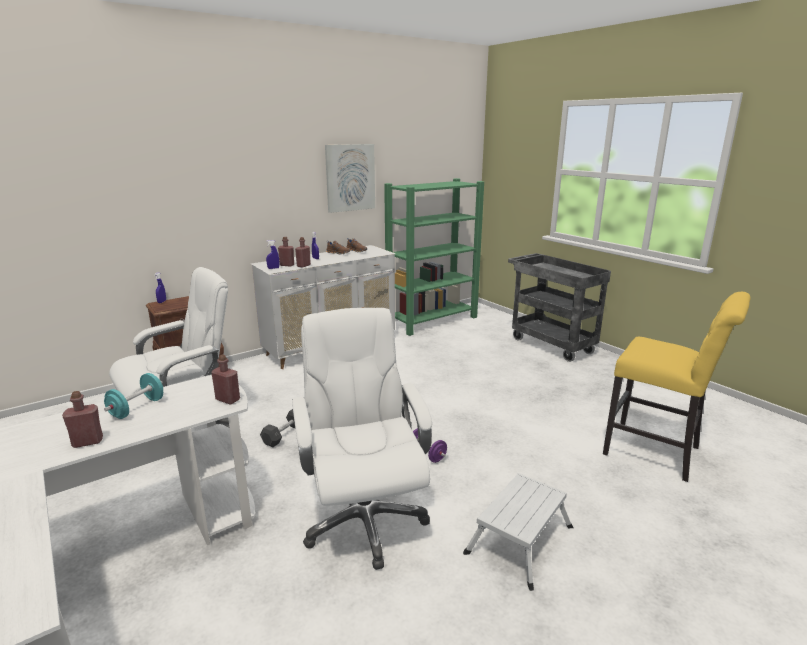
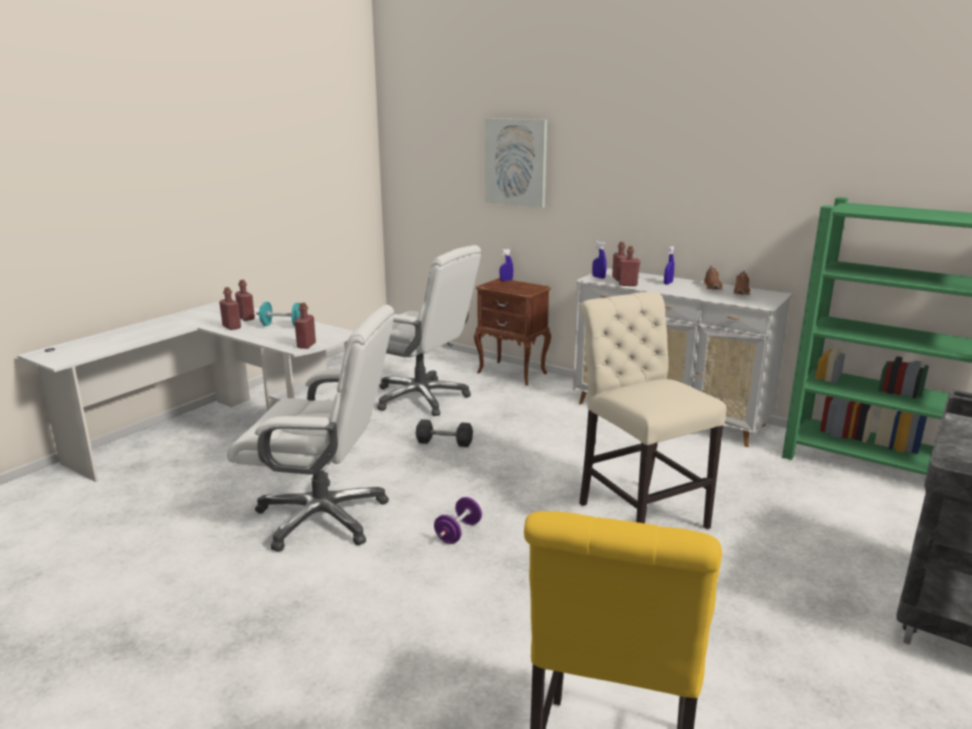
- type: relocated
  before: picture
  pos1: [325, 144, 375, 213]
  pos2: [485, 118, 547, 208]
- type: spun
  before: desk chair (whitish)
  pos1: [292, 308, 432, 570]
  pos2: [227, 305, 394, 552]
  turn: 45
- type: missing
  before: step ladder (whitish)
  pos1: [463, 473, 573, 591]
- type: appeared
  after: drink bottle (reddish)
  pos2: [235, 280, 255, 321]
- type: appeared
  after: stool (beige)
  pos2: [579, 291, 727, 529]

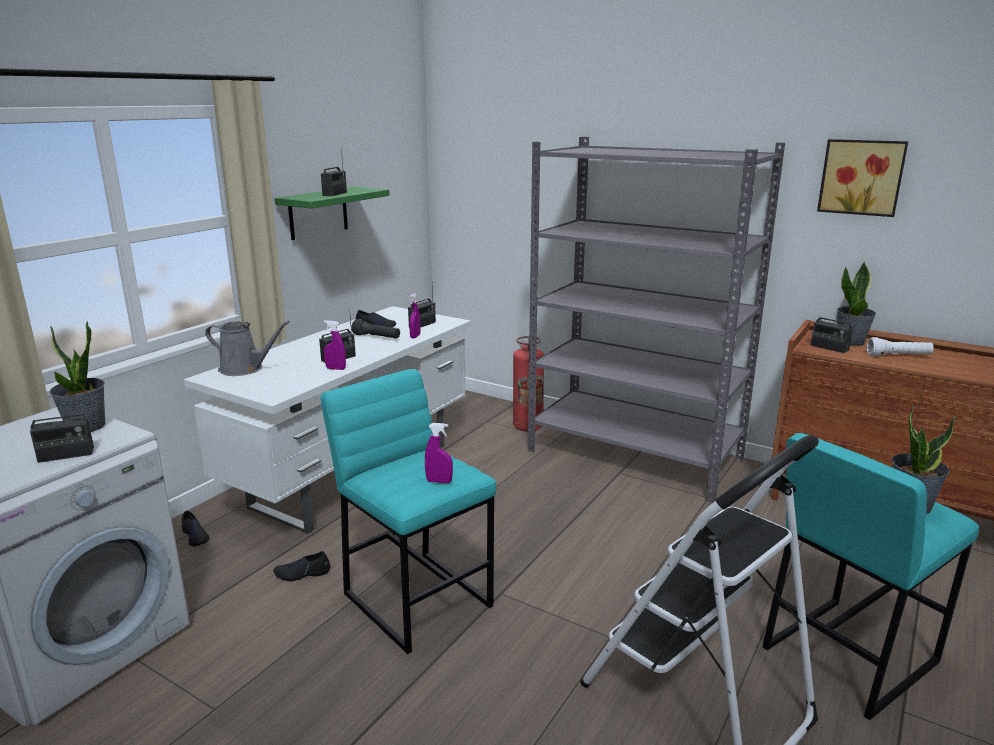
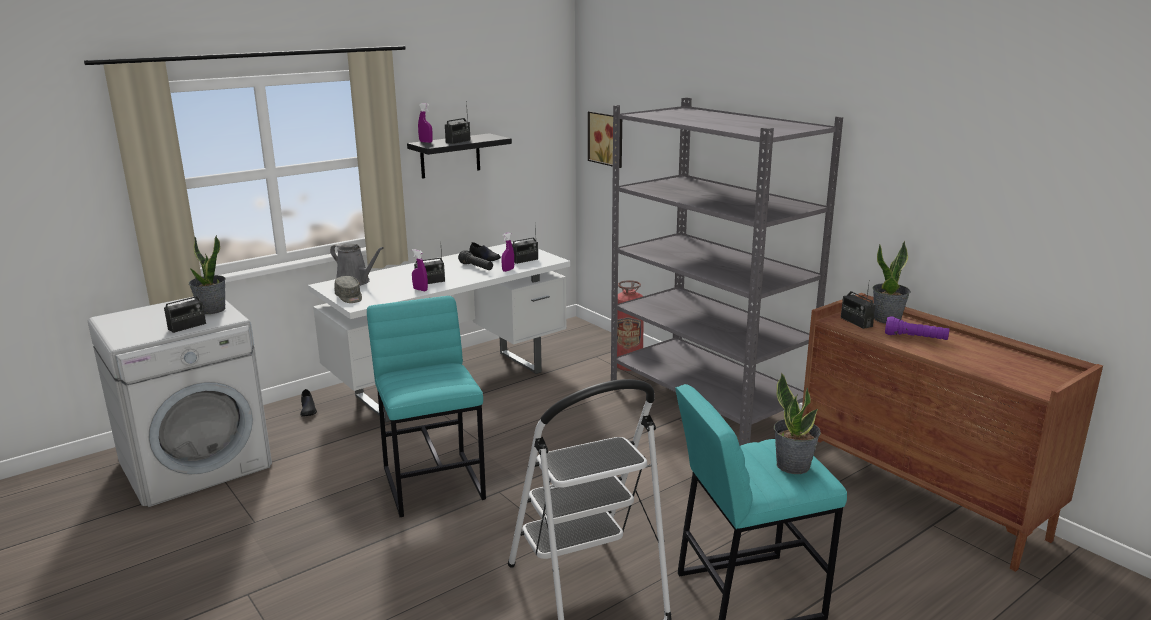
- type: relocated
  before: picture
  pos1: [817, 139, 908, 217]
  pos2: [588, 111, 622, 168]
- type: colour
  before: bracket shelf (green-coloured)
  after: bracket shelf (black)
  pos1: [275, 187, 390, 240]
  pos2: [407, 133, 512, 179]
- type: colour
  before: torch (whitish)
  after: torch (purple-coloured)
  pos1: [867, 337, 934, 356]
  pos2: [885, 316, 950, 340]
- type: spun
  before: radio
  pos1: [30, 388, 94, 463]
  pos2: [164, 277, 206, 333]
  turn: -45
- type: relocated
  before: hand sprayer (purple-coloured)
  pos1: [425, 423, 453, 483]
  pos2: [418, 103, 433, 143]
- type: missing
  before: item of footwear (black)
  pos1: [273, 551, 331, 581]
- type: appeared
  after: baseball cap (grey)
  pos2: [334, 276, 362, 303]

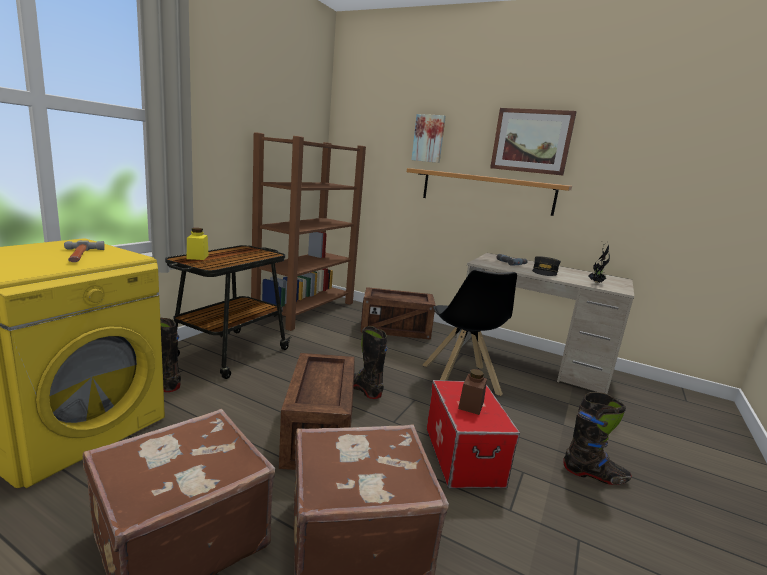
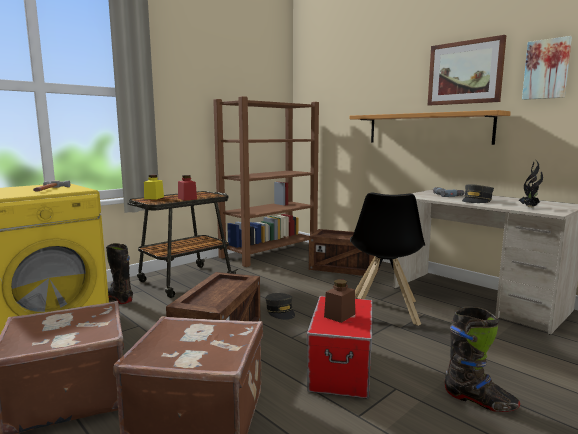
- type: relocated
  before: picture
  pos1: [412, 114, 446, 163]
  pos2: [522, 36, 572, 100]
- type: exchanged
  before: high-top boot (black)
  after: baseball cap (grey)
  pos1: [353, 326, 388, 399]
  pos2: [265, 293, 295, 320]
- type: appeared
  after: preserve jar (reddish)
  pos2: [178, 175, 197, 201]

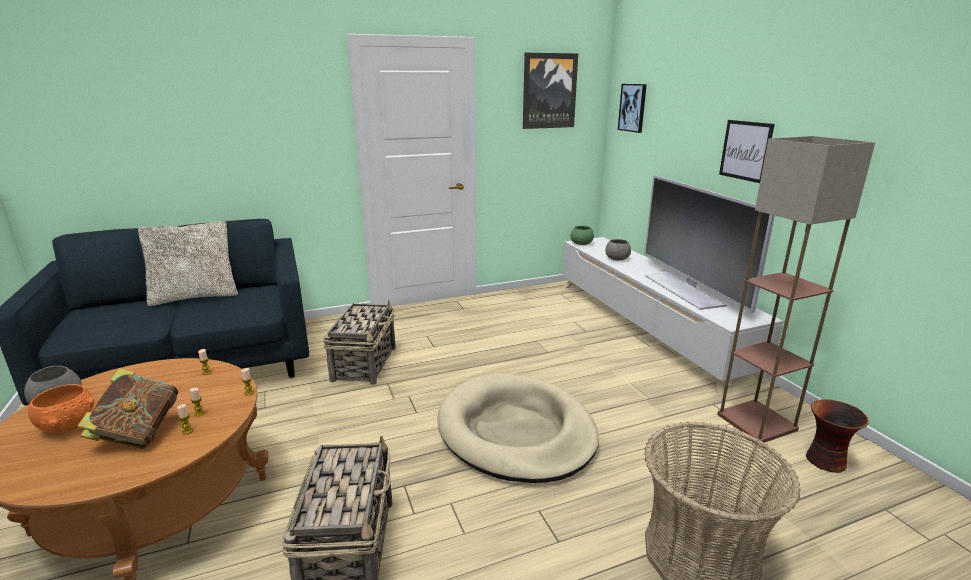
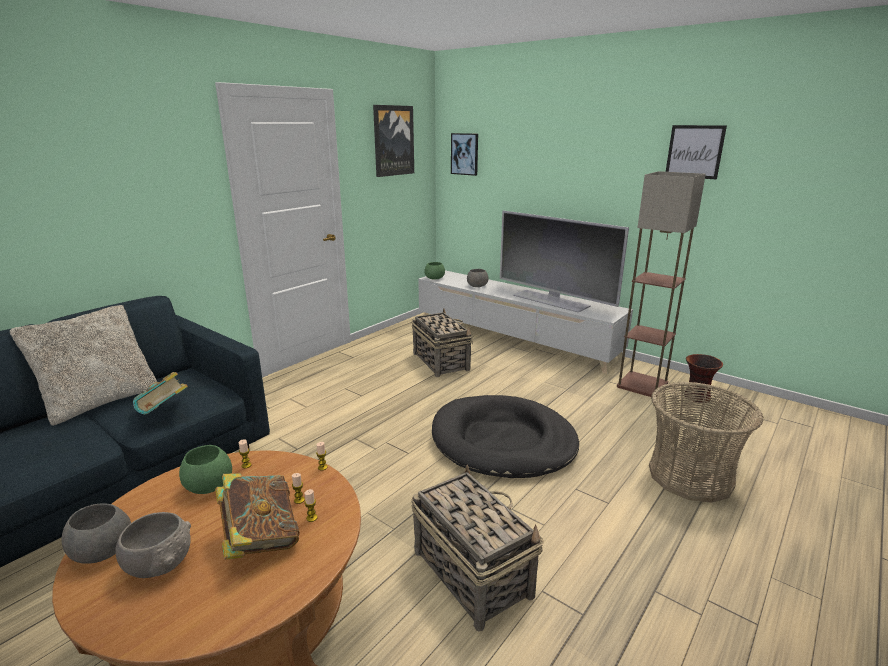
- type: relocated
  before: picture
  pos1: [719, 120, 775, 183]
  pos2: [666, 125, 727, 179]
- type: relocated
  before: storage basket
  pos1: [323, 300, 396, 385]
  pos2: [412, 309, 473, 377]
- type: colour
  before: dog bed (beige)
  after: dog bed (black)
  pos1: [437, 373, 599, 483]
  pos2: [432, 395, 579, 478]
- type: colour
  before: bowl (orange-coloured)
  after: bowl (grey)
  pos1: [28, 384, 95, 433]
  pos2: [115, 512, 191, 578]
- type: appeared
  after: bound book
  pos2: [133, 372, 188, 415]
- type: appeared
  after: bowl (green-coloured)
  pos2: [179, 445, 232, 494]

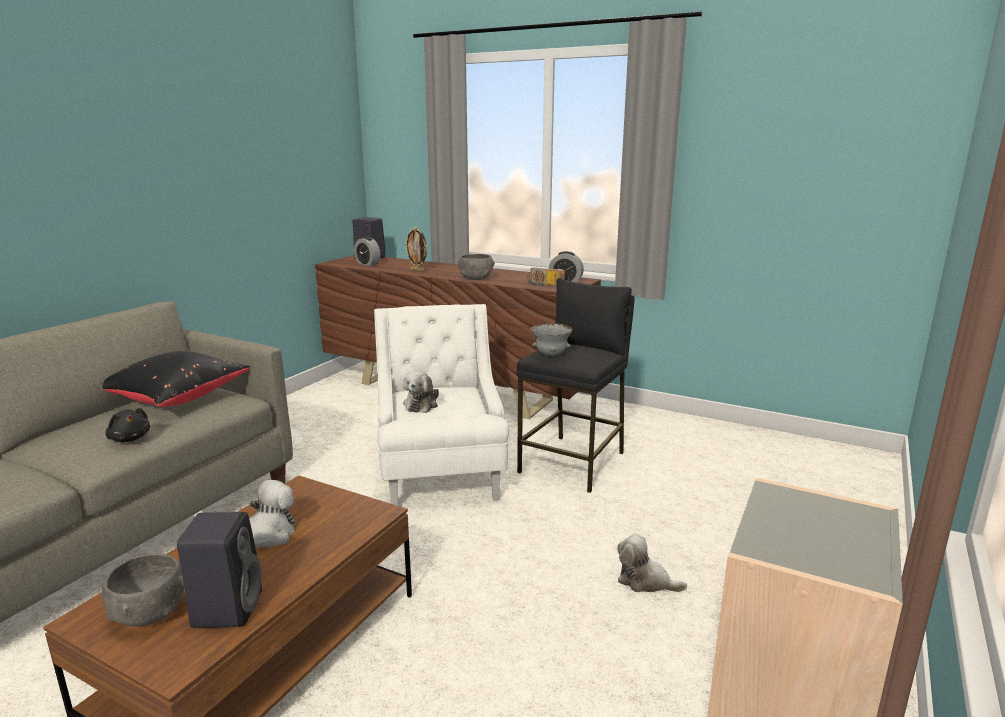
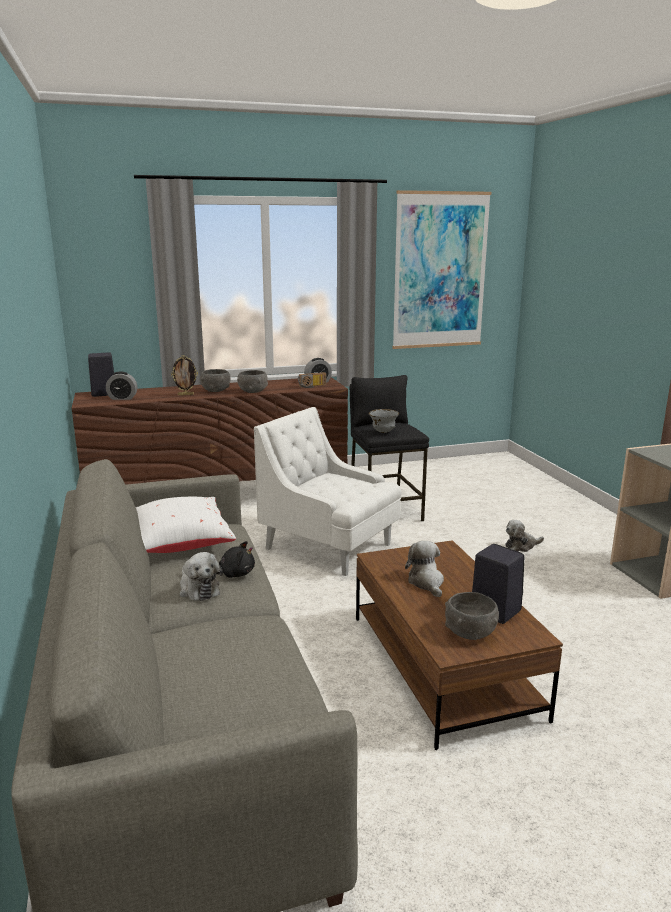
- type: colour
  before: throw pillow (black)
  after: throw pillow (whitish)
  pos1: [103, 351, 251, 407]
  pos2: [136, 497, 236, 553]
- type: relocated
  before: cuddly toy
  pos1: [403, 371, 439, 413]
  pos2: [180, 552, 223, 601]
- type: appeared
  after: picture
  pos2: [392, 190, 491, 349]
- type: appeared
  after: bowl (grey)
  pos2: [200, 369, 231, 392]

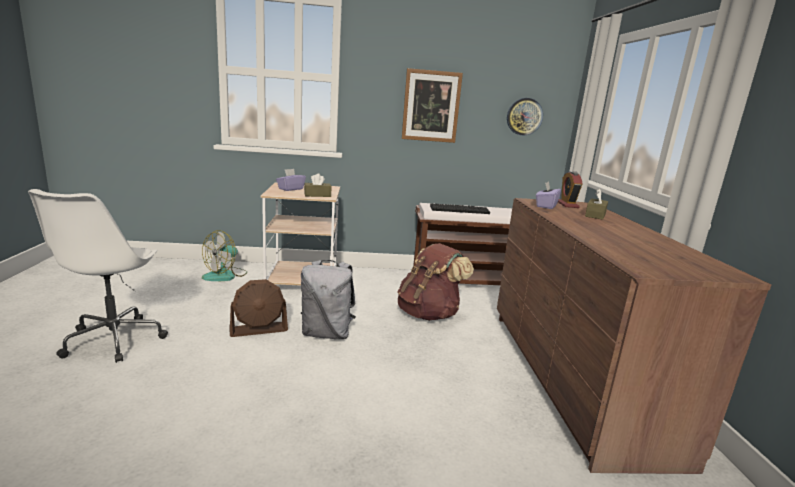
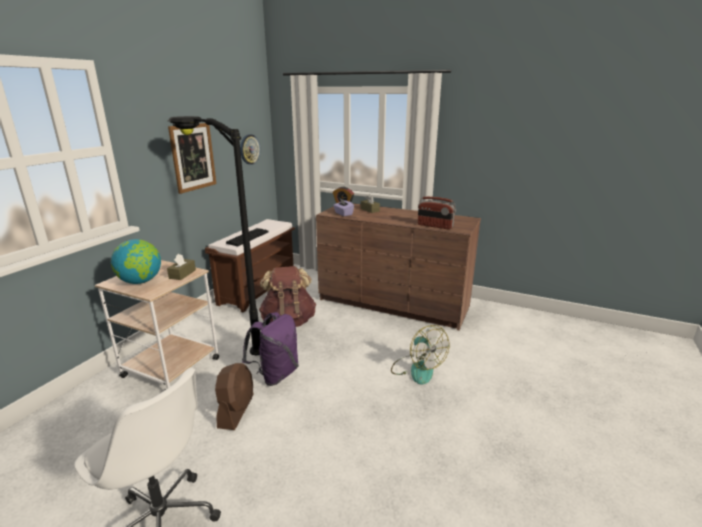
- type: exchanged
  before: box of tissues (purple-coloured)
  after: world globe
  pos1: [276, 169, 306, 191]
  pos2: [111, 239, 161, 284]
- type: relocated
  before: fan
  pos1: [202, 230, 247, 281]
  pos2: [391, 325, 449, 384]
- type: colour
  before: backpack (grey)
  after: backpack (purple-coloured)
  pos1: [301, 260, 356, 339]
  pos2: [242, 312, 299, 386]
- type: appeared
  after: floor lamp (black)
  pos2: [168, 116, 260, 355]
- type: appeared
  after: radio
  pos2: [418, 197, 456, 229]

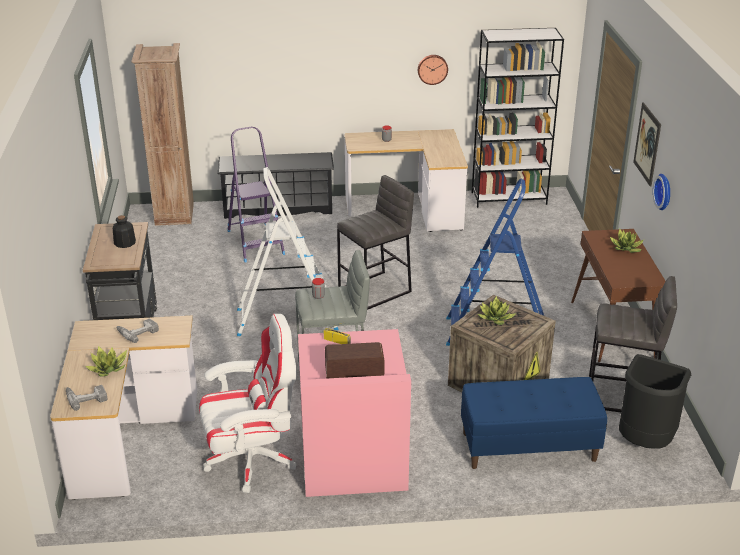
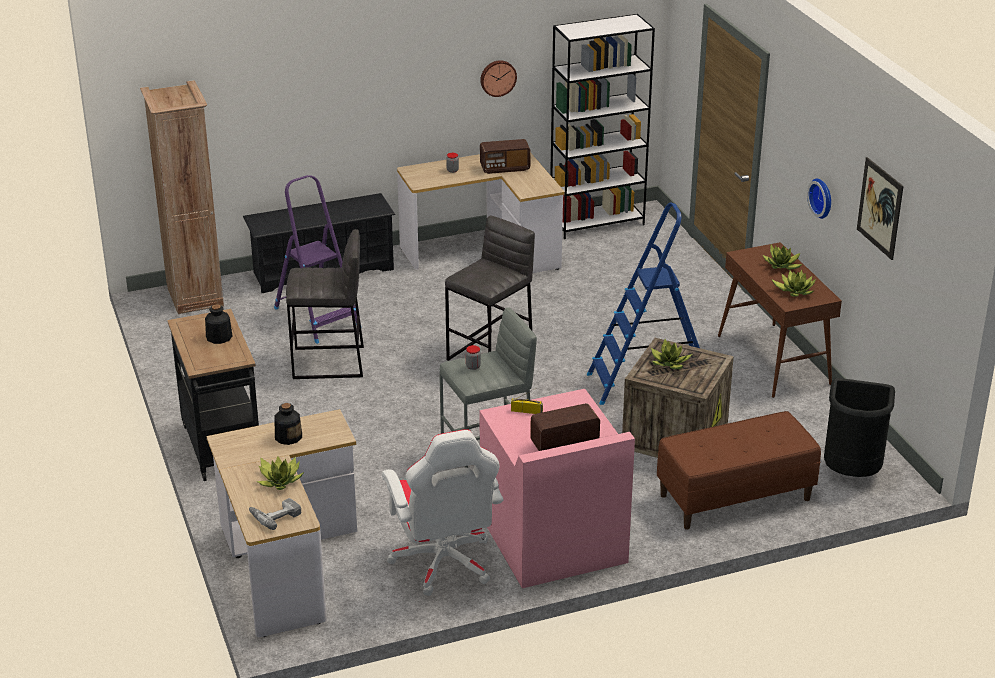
- type: relocated
  before: picture
  pos1: [633, 102, 661, 187]
  pos2: [857, 157, 904, 260]
- type: missing
  before: step ladder (whitish)
  pos1: [237, 167, 339, 336]
- type: relocated
  before: stool (grey)
  pos1: [589, 276, 677, 412]
  pos2: [286, 229, 364, 379]
- type: spun
  before: desk chair (whitish)
  pos1: [199, 314, 296, 493]
  pos2: [381, 429, 503, 596]
  turn: 105
- type: exchanged
  before: power drill
  after: drink bottle
  pos1: [116, 318, 159, 343]
  pos2: [274, 403, 302, 445]
- type: colour
  before: bench (bluish)
  after: bench (brown)
  pos1: [461, 377, 607, 469]
  pos2: [657, 411, 821, 530]
- type: appeared
  after: radio
  pos2: [480, 139, 531, 174]
- type: appeared
  after: houseplant
  pos2: [771, 270, 816, 297]

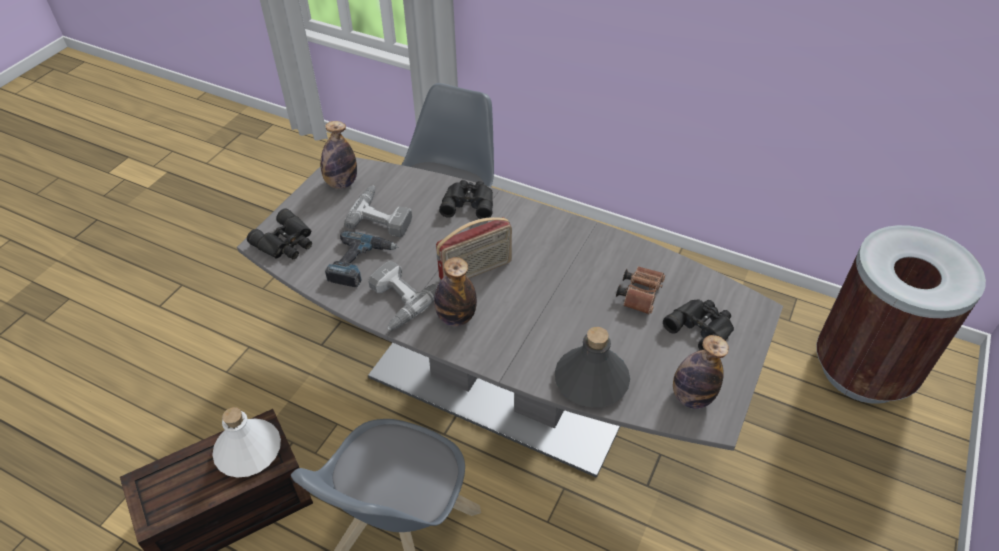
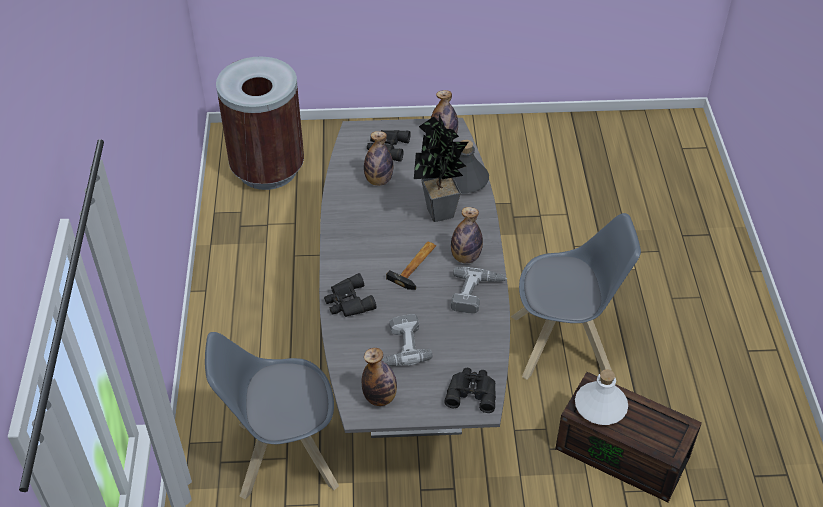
- type: exchanged
  before: radio
  after: hand hammer
  pos1: [436, 217, 512, 280]
  pos2: [386, 241, 436, 290]
- type: missing
  before: power drill
  pos1: [325, 231, 398, 287]
- type: exchanged
  before: binoculars (brown)
  after: drink bottle
  pos1: [616, 266, 665, 314]
  pos2: [364, 131, 393, 186]
- type: appeared
  after: houseplant
  pos2: [414, 114, 468, 222]

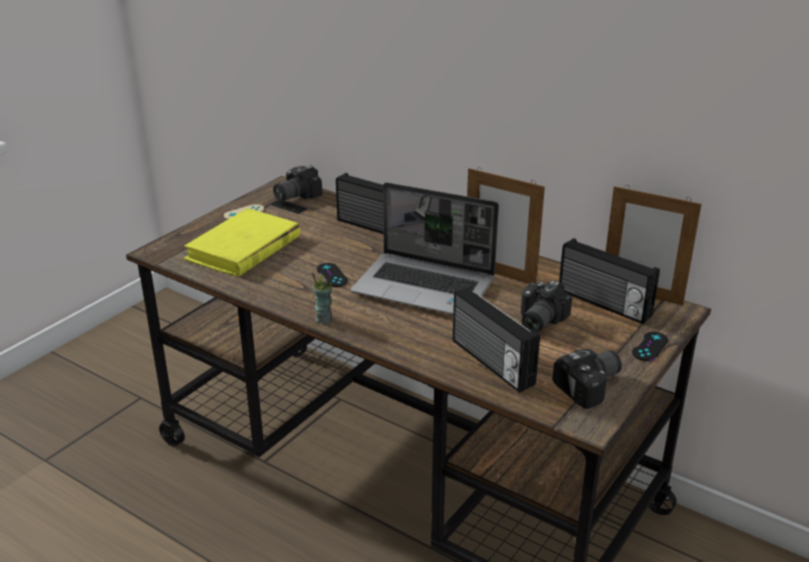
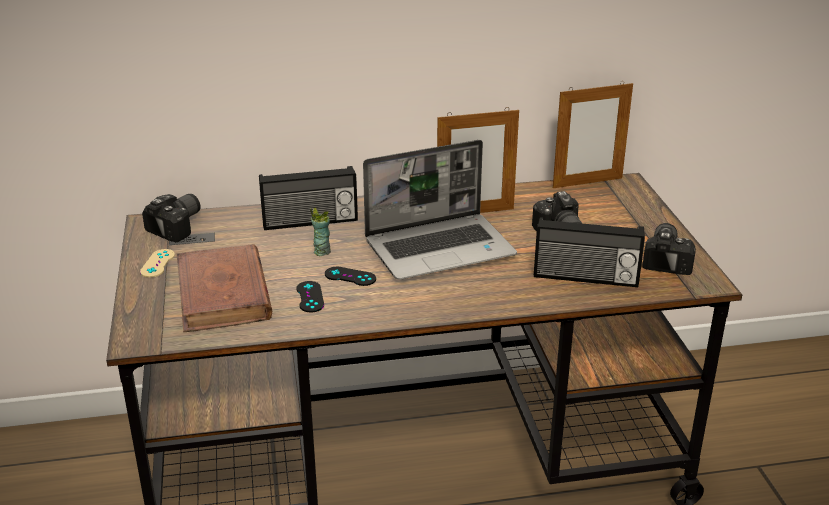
- type: spun
  before: still camera
  pos1: [273, 165, 322, 201]
  pos2: [142, 194, 200, 242]
  turn: -150
- type: colour
  before: bound book (yellow-coloured)
  after: bound book (brown)
  pos1: [184, 208, 300, 277]
  pos2: [177, 244, 272, 332]
- type: missing
  before: radio
  pos1: [559, 238, 660, 324]
- type: relocated
  before: cup
  pos1: [312, 273, 332, 324]
  pos2: [310, 208, 331, 256]
- type: relocated
  before: joypad (black)
  pos1: [632, 332, 668, 361]
  pos2: [296, 281, 324, 312]

